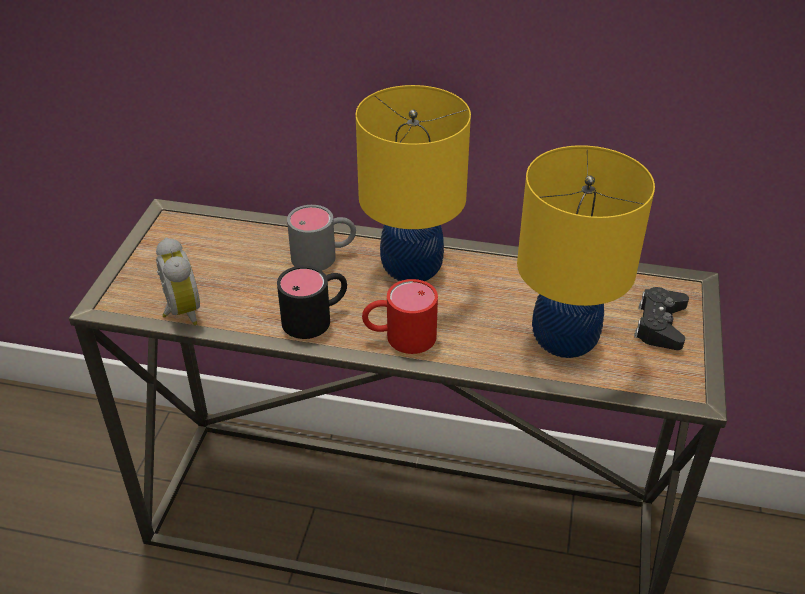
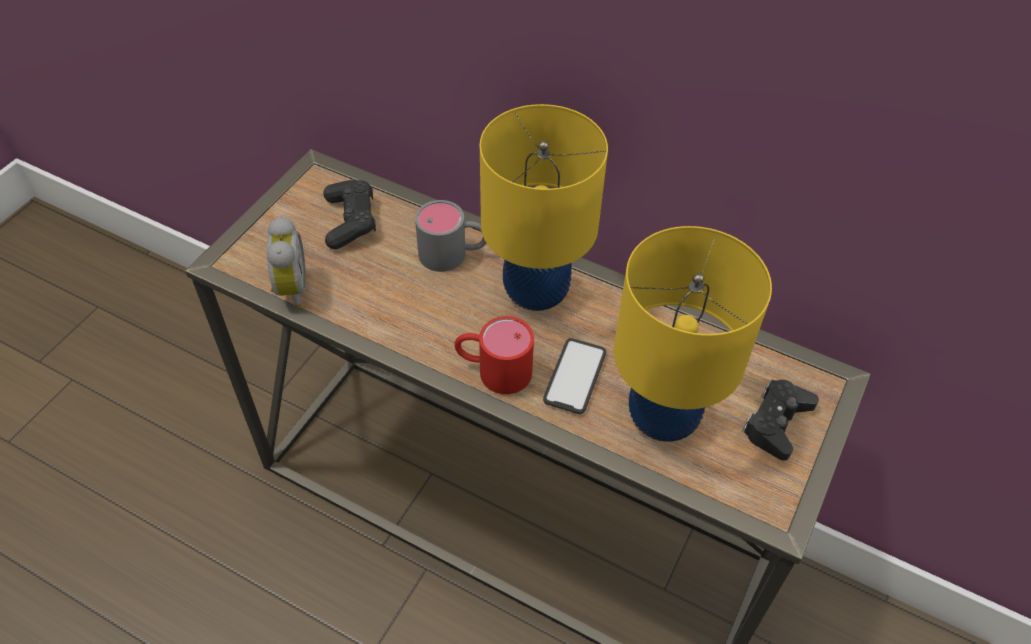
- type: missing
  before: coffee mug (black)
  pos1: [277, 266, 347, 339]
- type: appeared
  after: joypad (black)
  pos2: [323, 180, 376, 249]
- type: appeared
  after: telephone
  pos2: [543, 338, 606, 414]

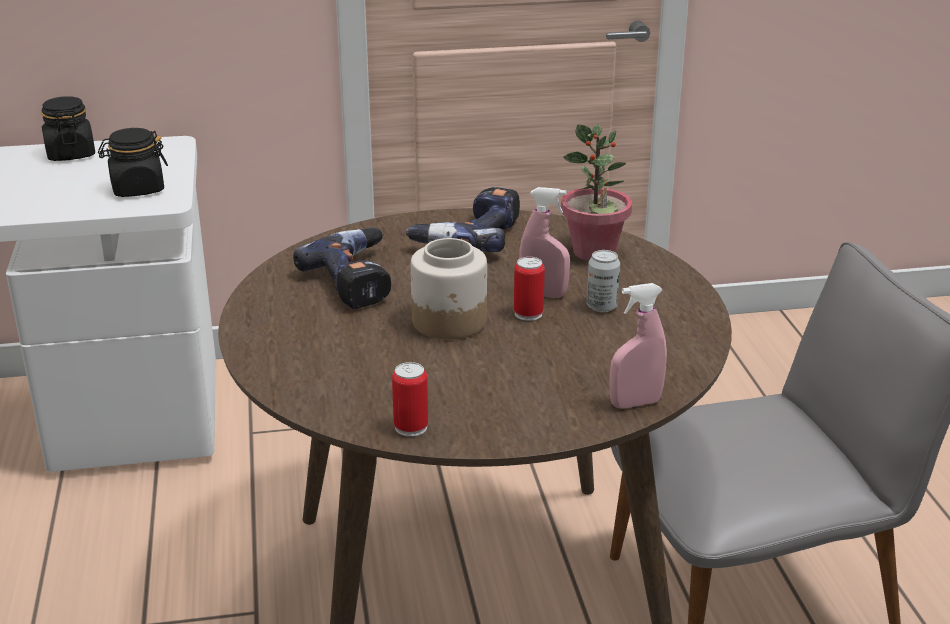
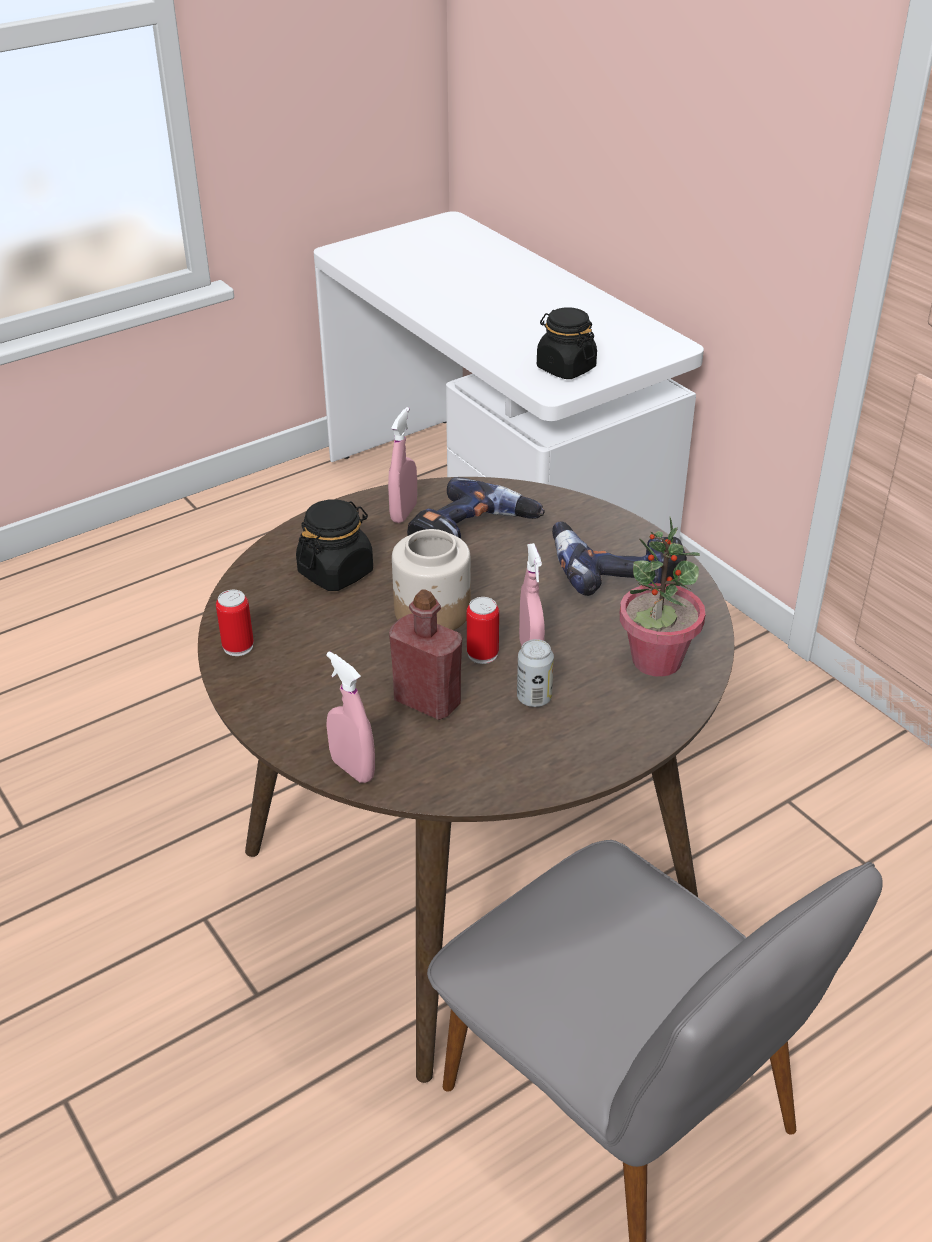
- type: relocated
  before: preserve jar (black)
  pos1: [41, 96, 95, 161]
  pos2: [296, 499, 373, 591]
- type: appeared
  after: hand sprayer (pink-coloured)
  pos2: [388, 407, 417, 523]
- type: appeared
  after: drink bottle (reddish)
  pos2: [389, 589, 462, 720]

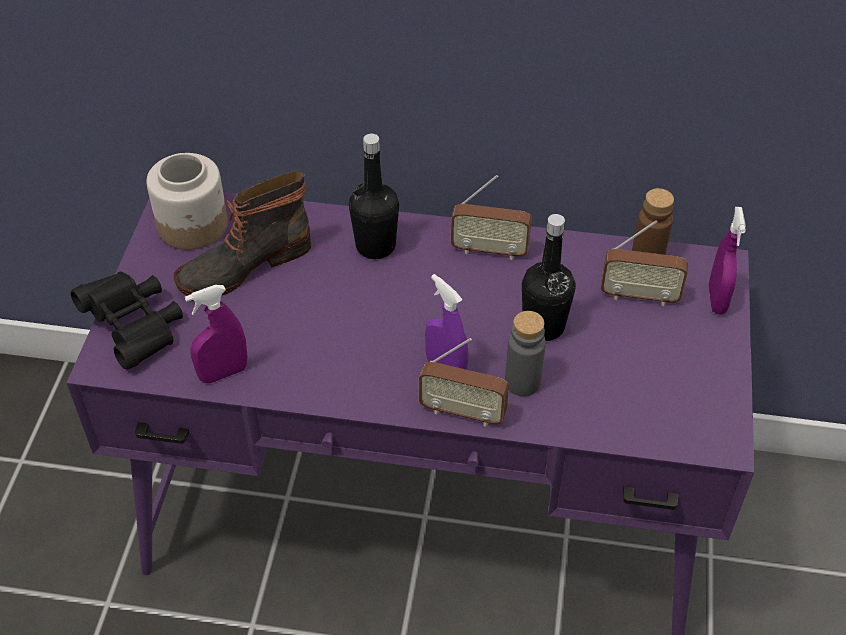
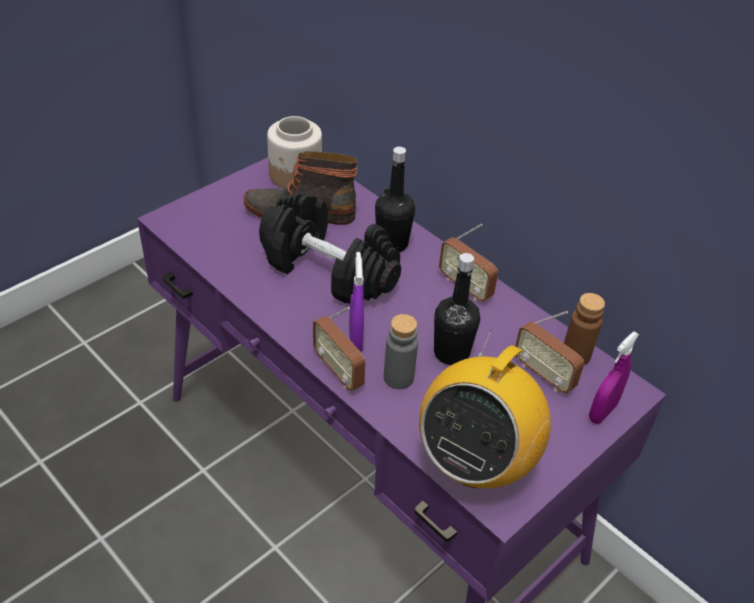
- type: missing
  before: binoculars (black)
  pos1: [71, 271, 183, 369]
- type: missing
  before: hand sprayer (purple-coloured)
  pos1: [185, 285, 247, 383]
- type: appeared
  after: free weight (black)
  pos2: [259, 193, 401, 304]
- type: appeared
  after: radio
  pos2: [419, 330, 551, 488]

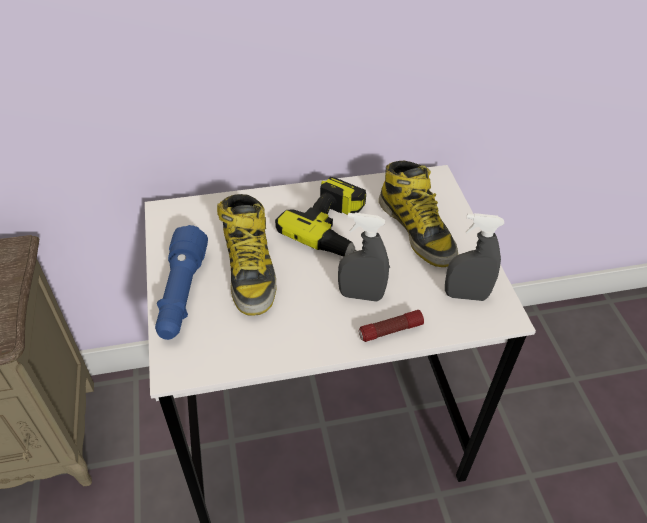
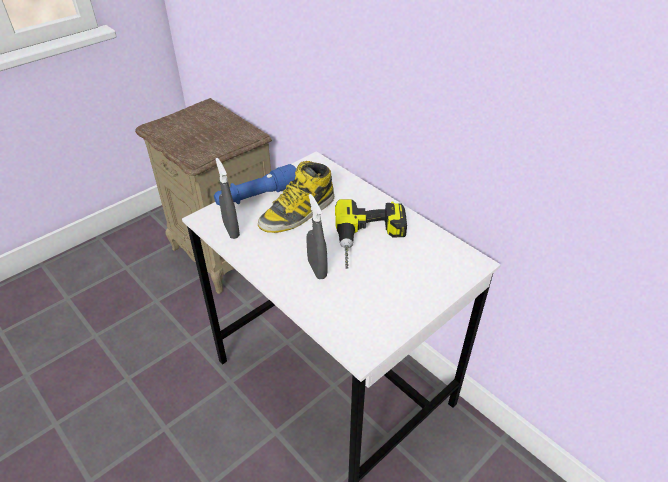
- type: missing
  before: high-top boot
  pos1: [379, 161, 458, 267]
- type: relocated
  before: hand sprayer (grey)
  pos1: [445, 213, 504, 301]
  pos2: [215, 158, 240, 239]
- type: missing
  before: torch
  pos1: [359, 310, 424, 342]

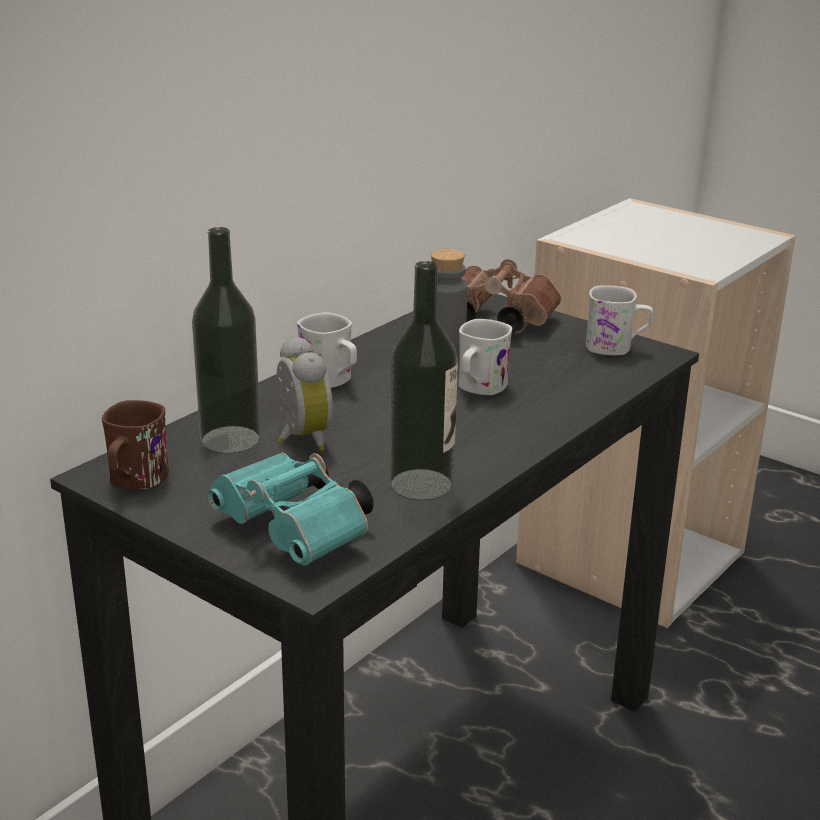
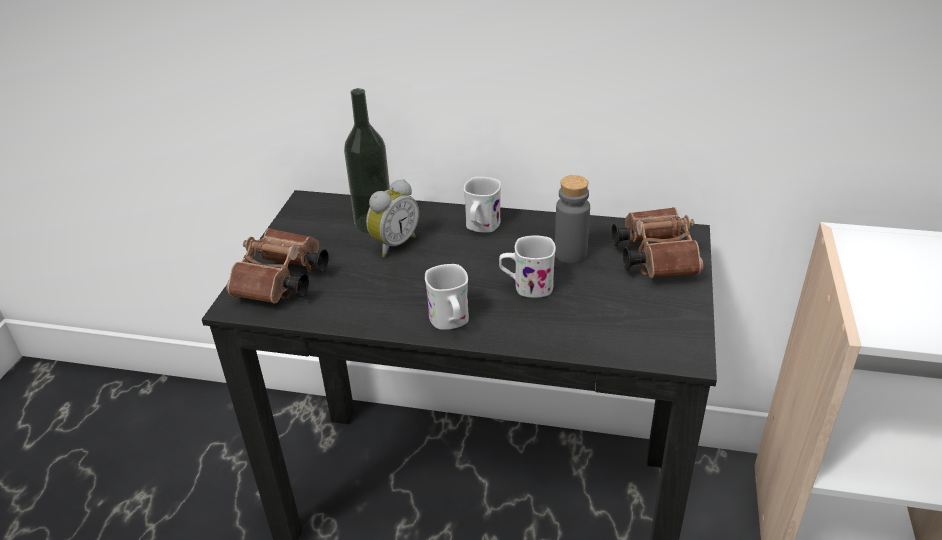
- type: missing
  before: drink bottle
  pos1: [390, 261, 458, 501]
- type: relocated
  before: coffee mug (whitish)
  pos1: [586, 285, 653, 355]
  pos2: [425, 264, 469, 330]
- type: missing
  before: coffee mug (brown)
  pos1: [102, 400, 169, 490]
- type: colour
  before: binoculars (blue-green)
  after: binoculars (brown)
  pos1: [207, 452, 374, 566]
  pos2: [226, 228, 329, 304]

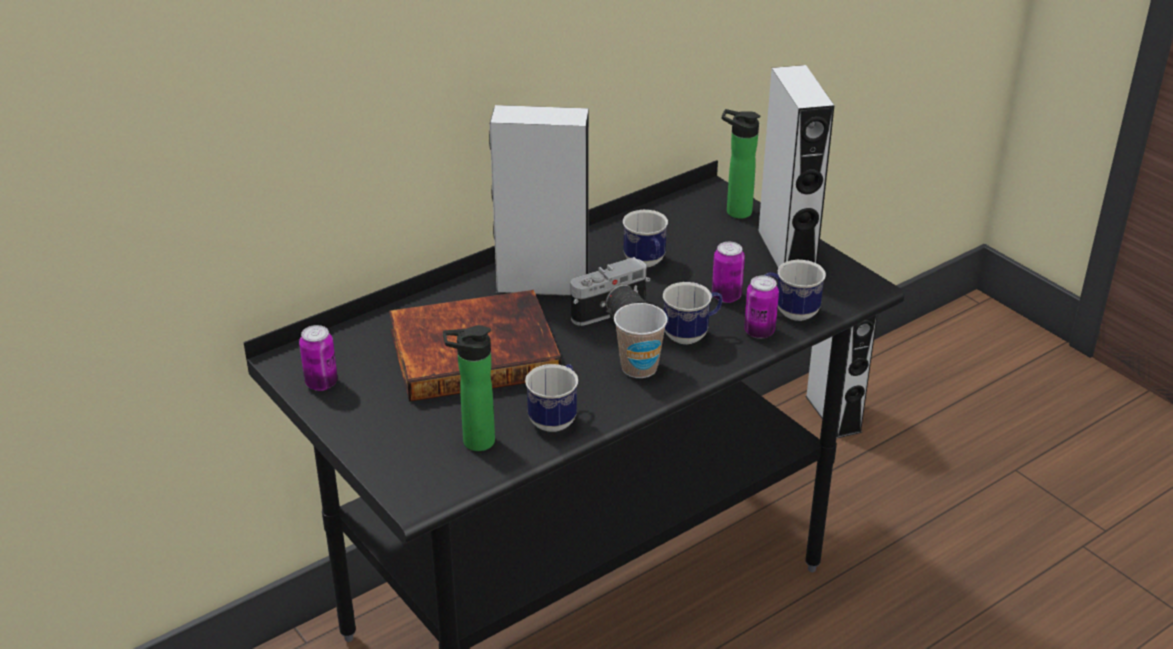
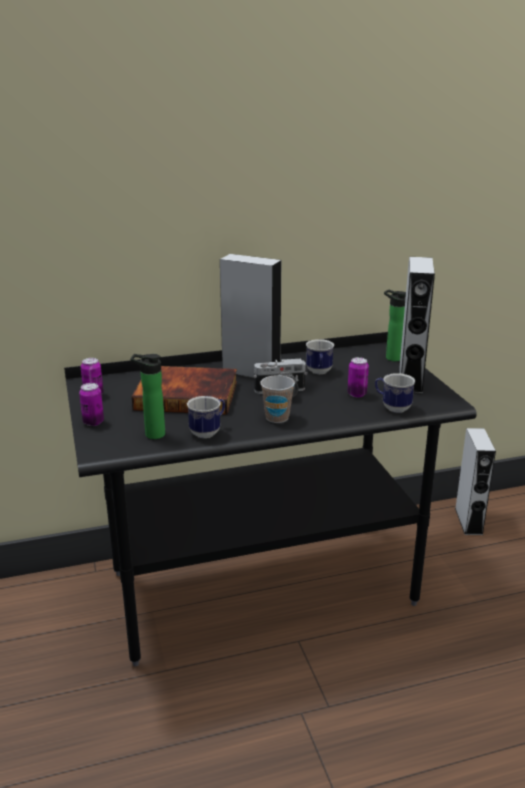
- type: relocated
  before: metal can
  pos1: [744, 276, 779, 339]
  pos2: [79, 383, 104, 426]
- type: missing
  before: coffee mug
  pos1: [663, 282, 723, 344]

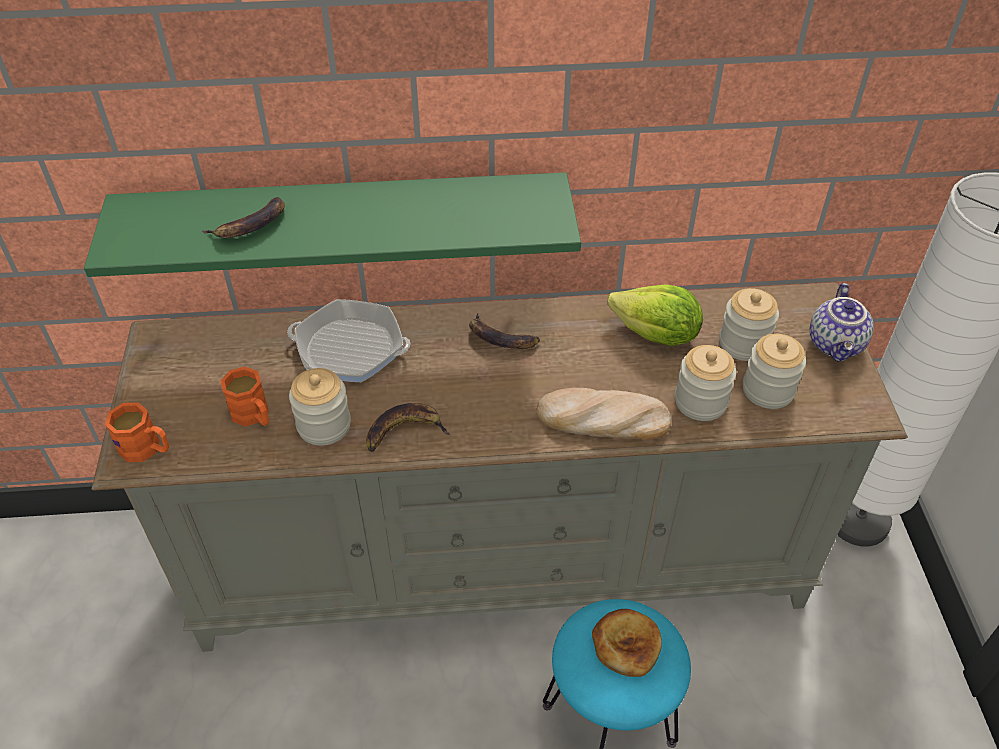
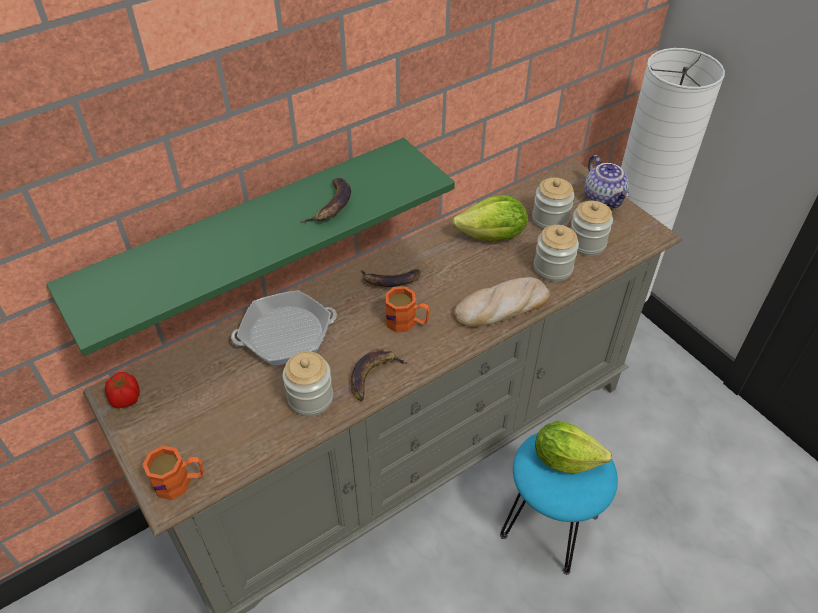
- type: relocated
  before: banana fruit
  pos1: [202, 197, 285, 238]
  pos2: [301, 178, 351, 223]
- type: relocated
  before: coffee mug (orange-coloured)
  pos1: [220, 367, 269, 426]
  pos2: [385, 286, 430, 333]
- type: exchanged
  before: bread
  after: lettuce
  pos1: [592, 609, 662, 677]
  pos2: [535, 421, 612, 473]
- type: appeared
  after: whole tomato
  pos2: [105, 372, 140, 408]

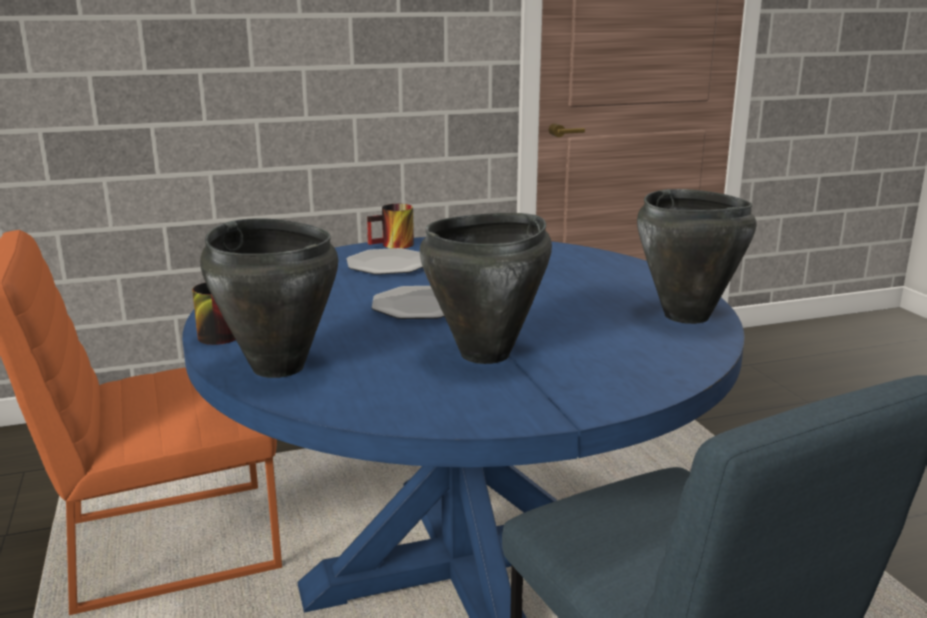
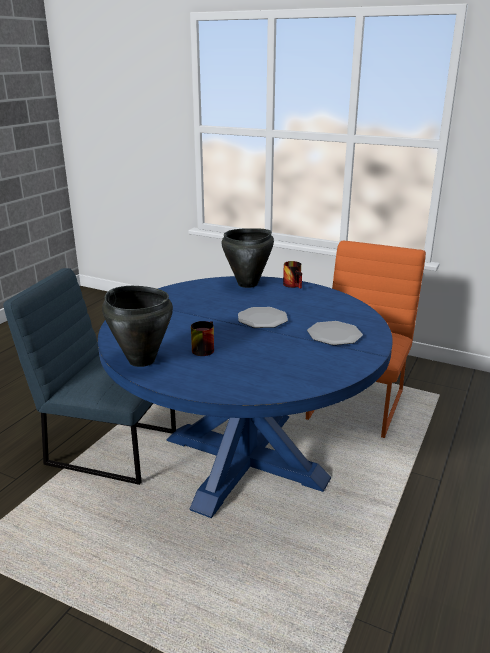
- type: relocated
  before: coffee mug
  pos1: [367, 204, 414, 249]
  pos2: [191, 321, 214, 356]
- type: missing
  before: saucepot (black)
  pos1: [419, 213, 552, 364]

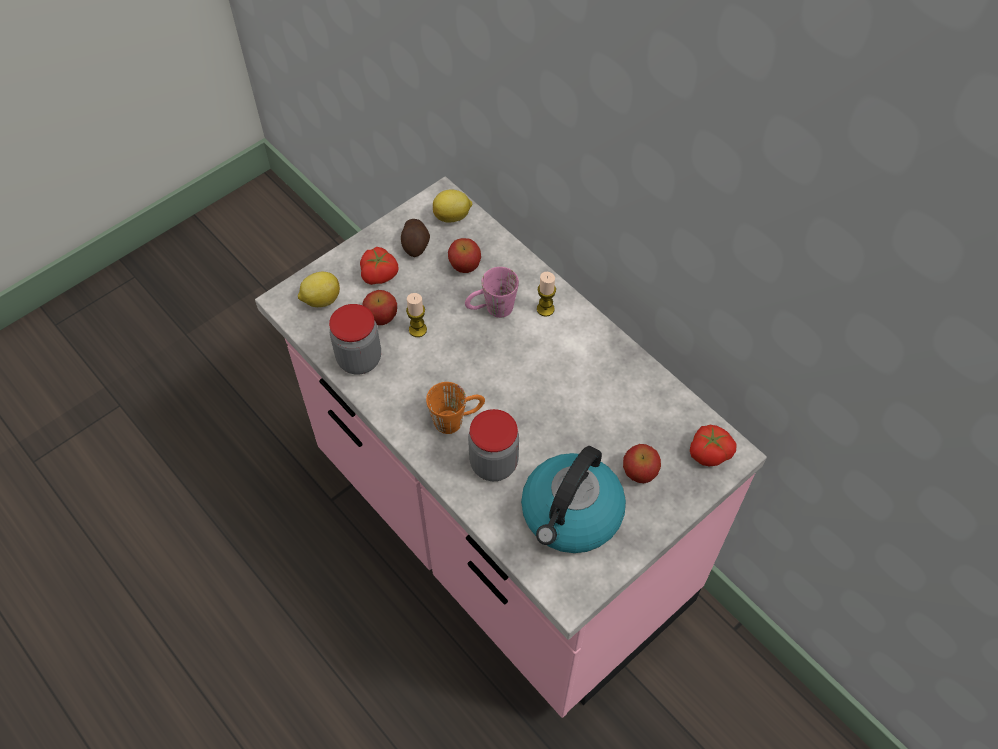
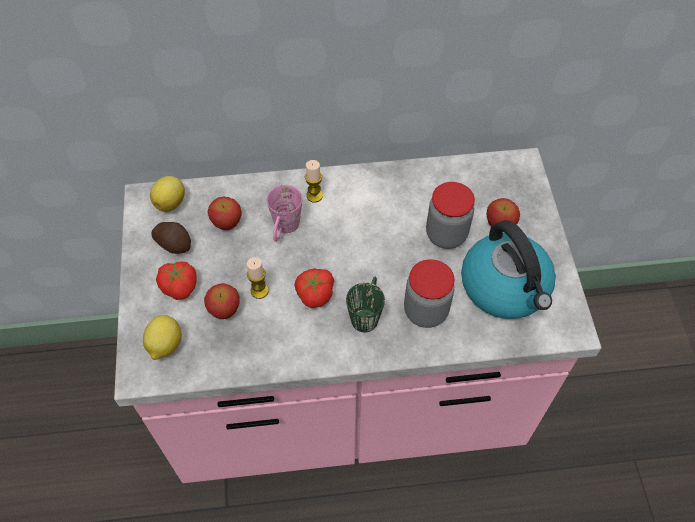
- type: relocated
  before: preserve jar
  pos1: [329, 304, 381, 375]
  pos2: [426, 182, 475, 249]
- type: colour
  before: coffee mug (orange-coloured)
  after: coffee mug (green-coloured)
  pos1: [426, 382, 485, 434]
  pos2: [346, 276, 385, 332]
- type: relocated
  before: whole tomato
  pos1: [690, 425, 737, 466]
  pos2: [294, 268, 334, 308]

